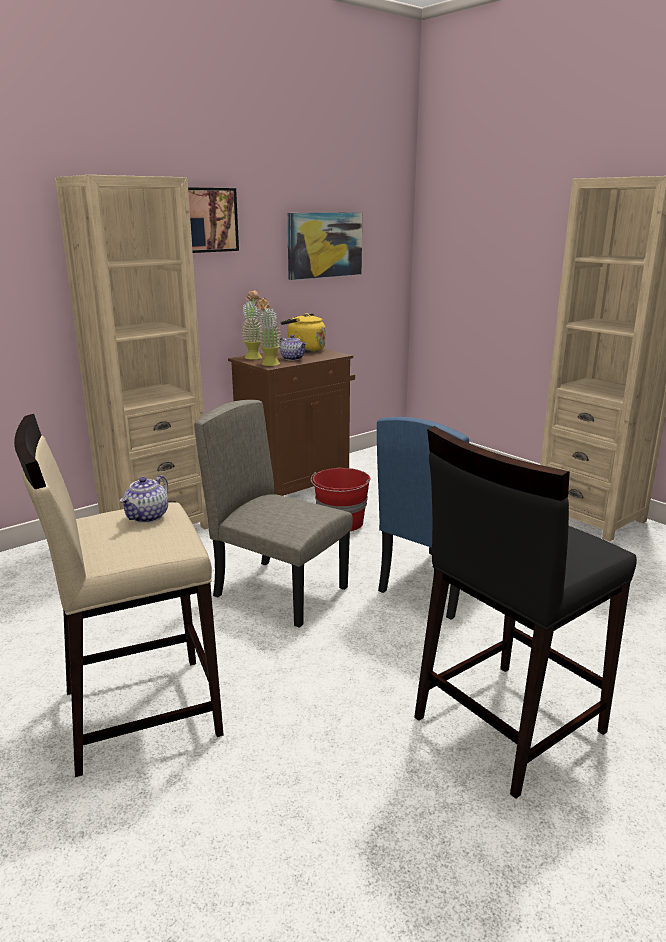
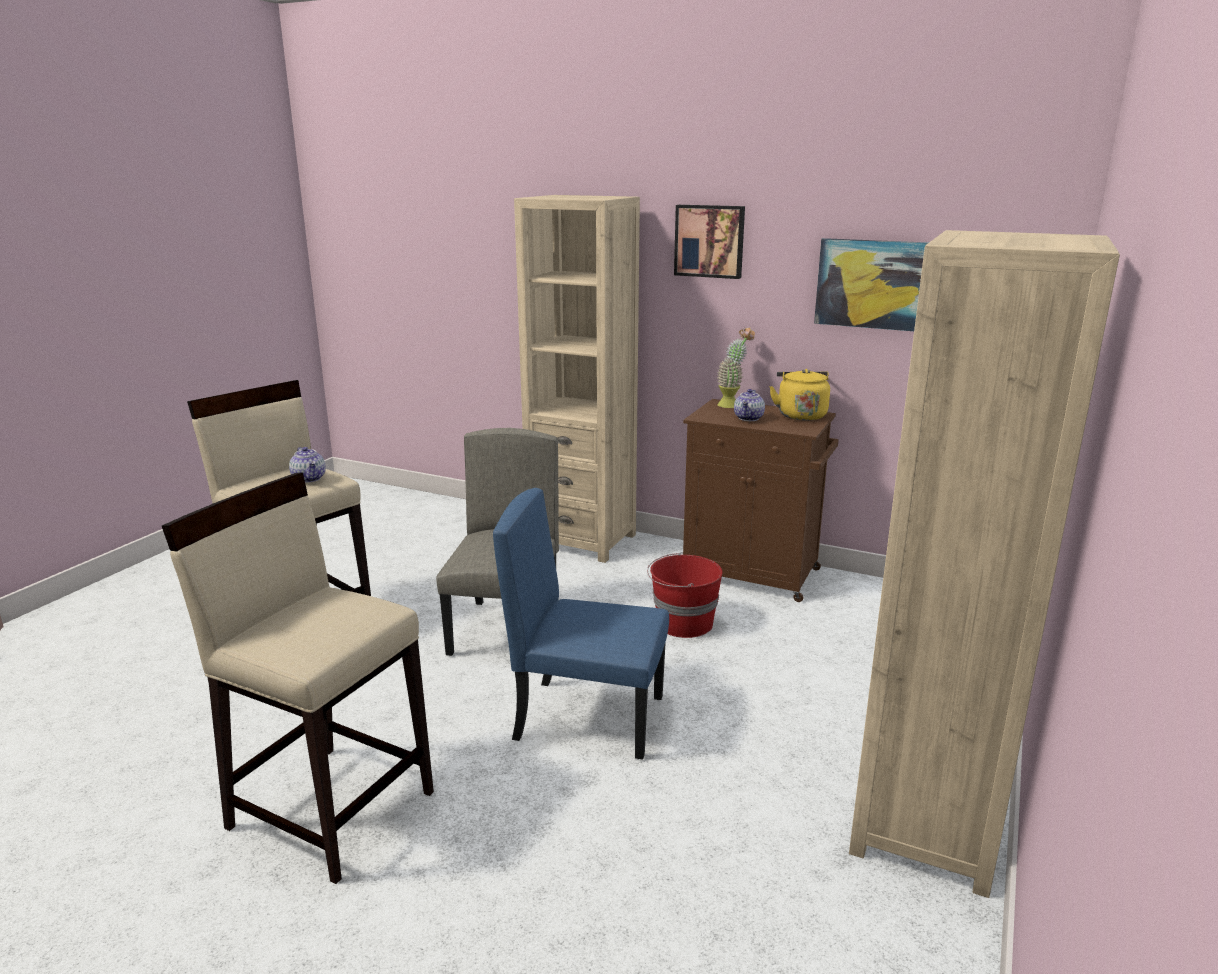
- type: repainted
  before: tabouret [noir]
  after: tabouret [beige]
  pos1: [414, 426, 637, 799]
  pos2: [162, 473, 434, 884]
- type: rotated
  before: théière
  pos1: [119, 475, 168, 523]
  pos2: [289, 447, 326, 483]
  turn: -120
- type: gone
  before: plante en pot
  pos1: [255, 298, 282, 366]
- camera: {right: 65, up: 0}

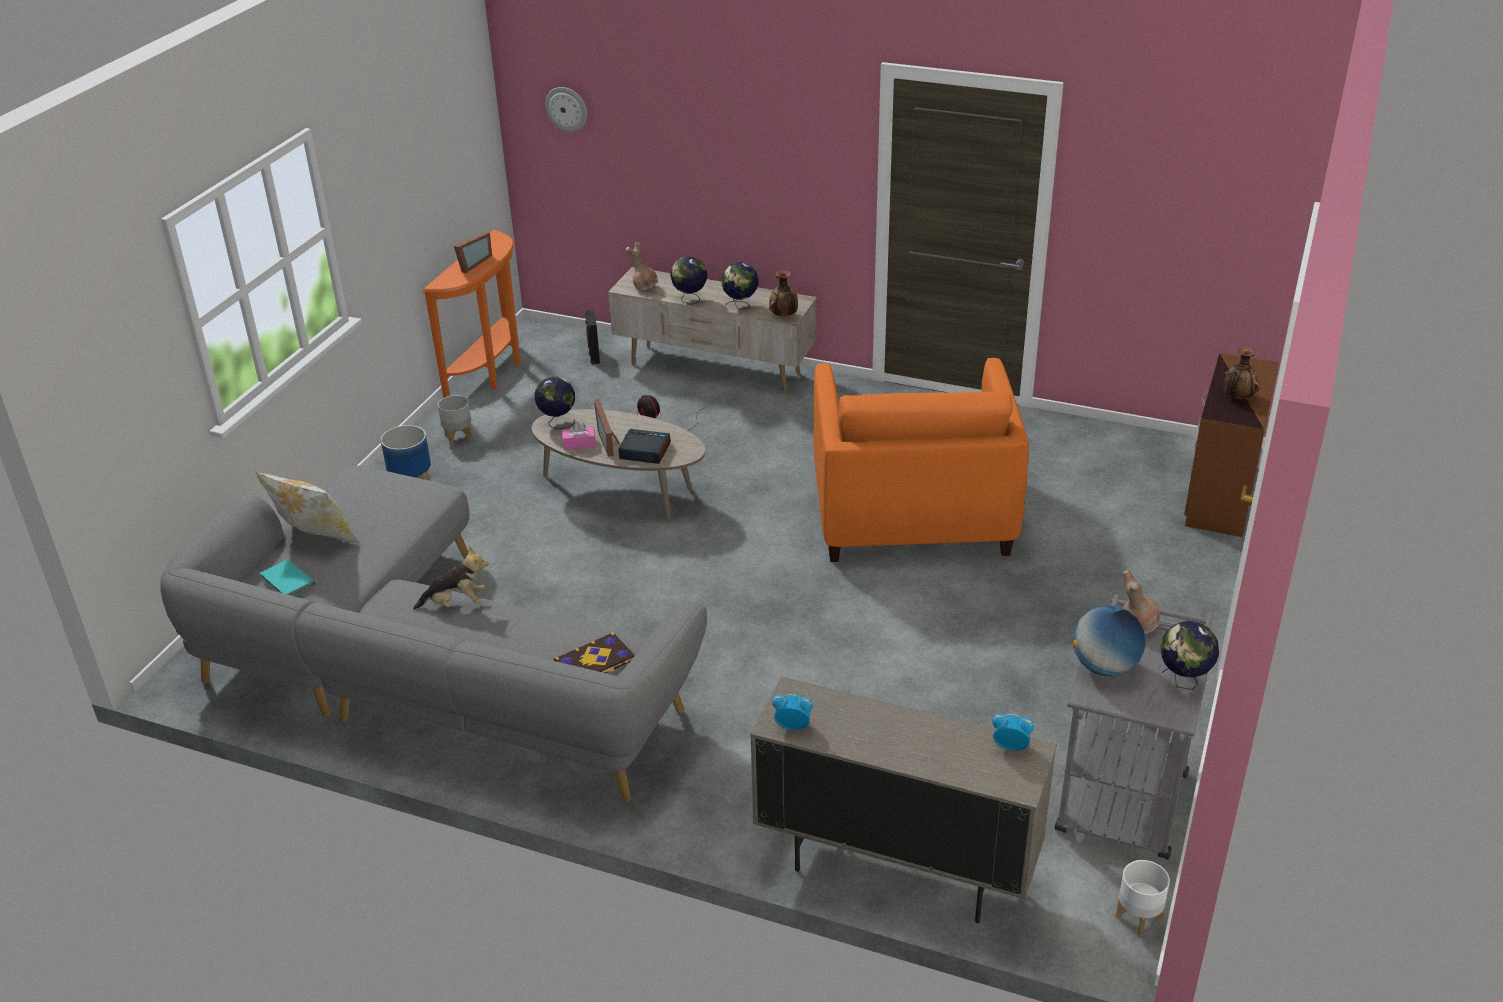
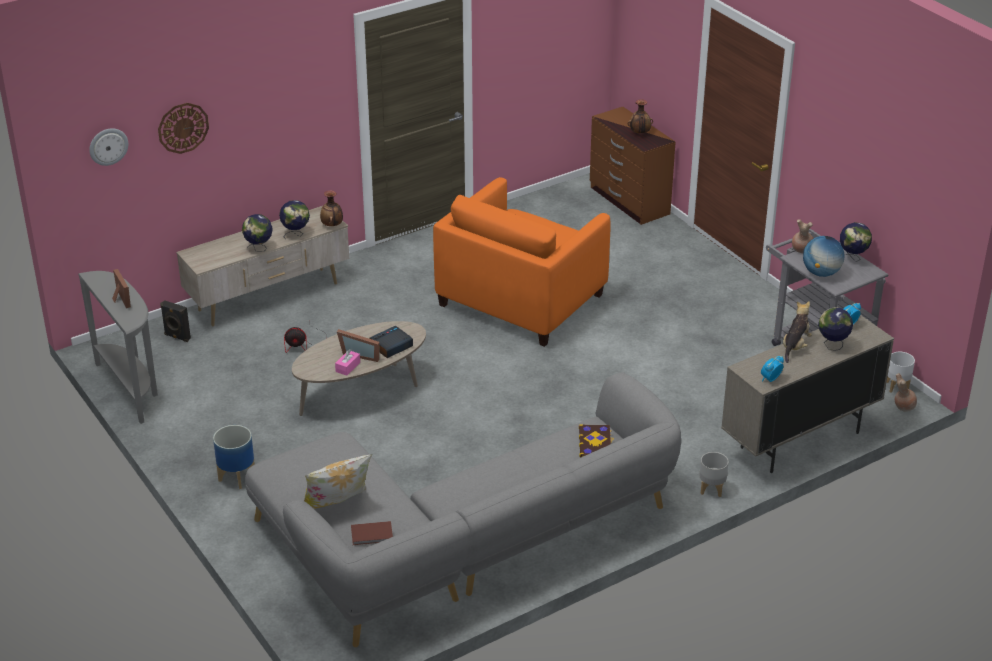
- type: repainted
  before: table console [orange]
  after: table console [gris]
  pos1: [423, 230, 521, 398]
  pos2: [78, 271, 158, 424]
- type: new
  after: horloge murale
  pos2: [158, 103, 209, 154]
- type: repainted
  before: livre [turquoise]
  after: livre [marron]
  pos1: [260, 559, 315, 596]
  pos2: [351, 521, 393, 545]
- type: rotated
  before: fauteuil [orange]
  pos1: [814, 358, 1029, 562]
  pos2: [433, 177, 610, 347]
  turn: 90
- type: shifted
  before: cache-pot [gris]
  pos1: [438, 395, 472, 446]
  pos2: [699, 452, 729, 497]
- type: shifted
  before: peluche
  pos1: [413, 547, 488, 610]
  pos2: [783, 301, 812, 363]
- type: shifted
  before: globe
  pos1: [535, 376, 575, 429]
  pos2: [818, 307, 853, 351]
- type: shifted
  before: vase [marron]
  pos1: [626, 242, 658, 291]
  pos2: [895, 373, 917, 412]
- camera: {right: -55, up: 0}

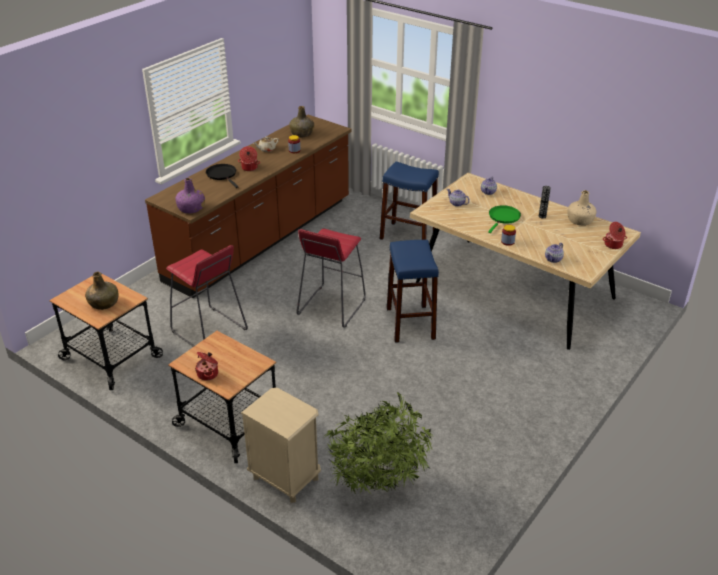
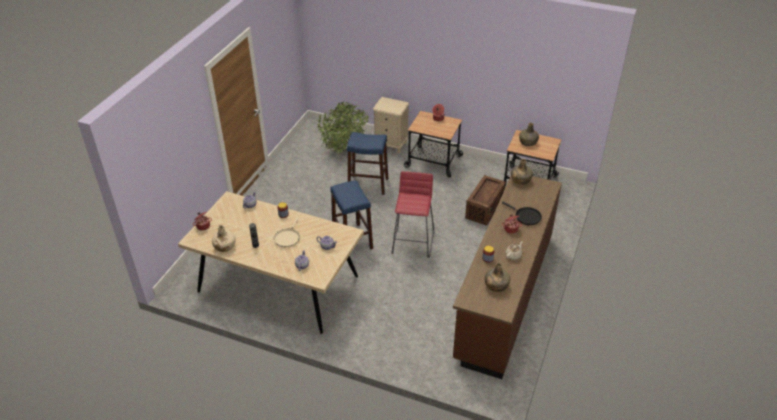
- type: repainted
  before: poêle [vert]
  after: poêle [beige]
  pos1: [488, 205, 521, 233]
  pos2: [274, 217, 300, 247]
- type: shifted
  before: tabouret [bleu]
  pos1: [380, 162, 439, 240]
  pos2: [347, 132, 388, 195]
- type: swapped
  before: tabouret [rouge]
  after: caisse
  pos1: [166, 245, 248, 347]
  pos2: [465, 175, 506, 226]
- type: repainted
  before: bouteille [violet]
  after: bouteille [vert]
  pos1: [175, 178, 205, 214]
  pos2: [511, 159, 533, 185]
- camera: {right: 165, up: 5}

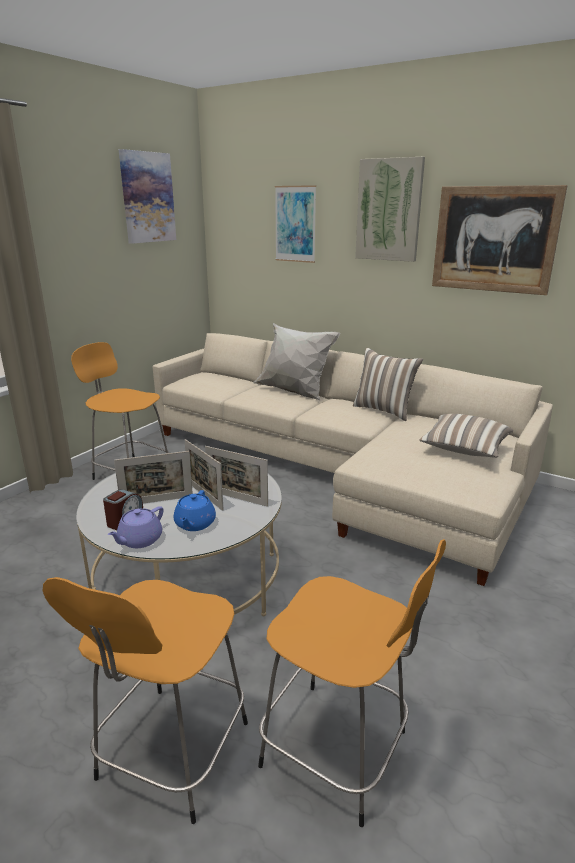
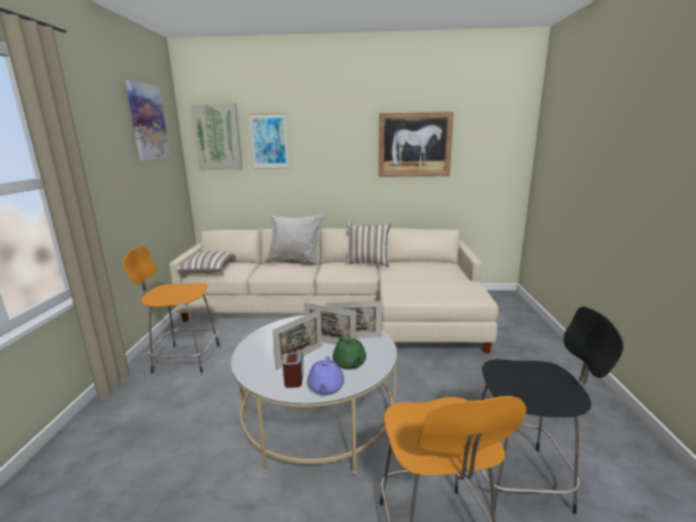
- type: shifted
  before: coussin
  pos1: [419, 414, 513, 458]
  pos2: [175, 251, 236, 273]
- type: shifted
  before: tableau
  pos1: [355, 157, 425, 262]
  pos2: [191, 103, 242, 170]
- type: repainted
  before: théière [bleu]
  after: théière [vert]
  pos1: [174, 490, 216, 531]
  pos2: [333, 337, 366, 369]
- type: repainted
  before: tabouret [orange]
  after: tabouret [noir]
  pos1: [258, 539, 446, 827]
  pos2: [481, 307, 623, 514]
- camera: {right: -30, up: -5}

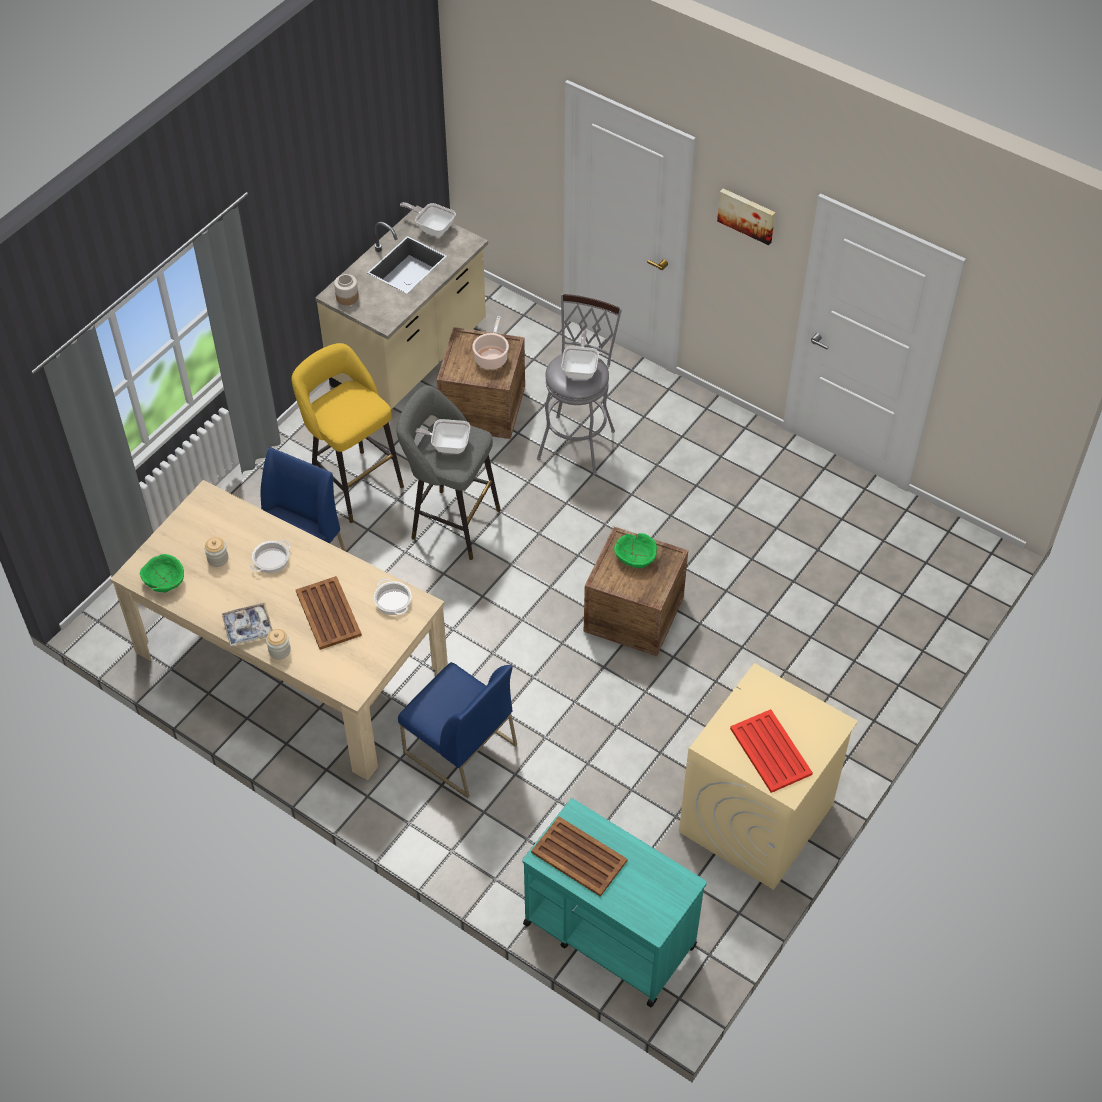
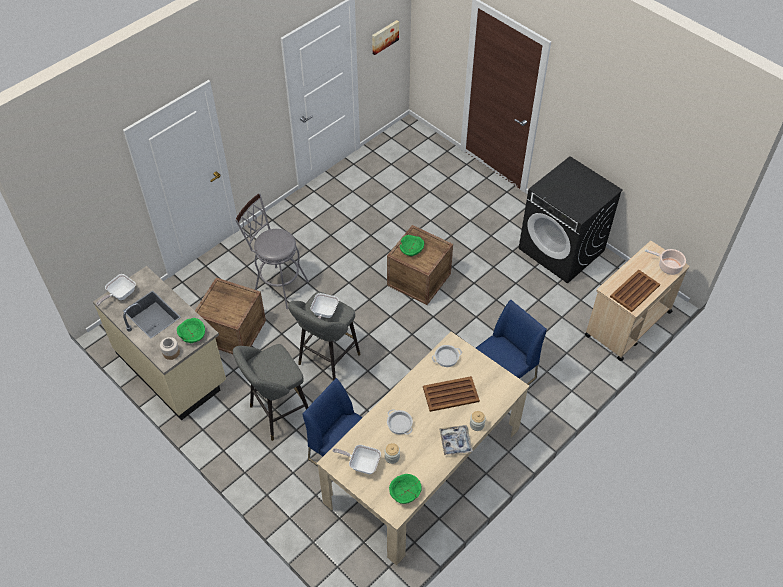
- type: new
  after: bol [vert]
  pos2: [177, 318, 205, 343]
- type: repainted
  before: tabouret [jaune]
  after: tabouret [gris]
  pos1: [292, 343, 404, 523]
  pos2: [233, 344, 308, 441]
- type: shifted
  before: poêle
  pos1: [561, 329, 599, 379]
  pos2: [333, 445, 381, 474]
- type: shifted
  before: tableau
  pos1: [717, 188, 775, 245]
  pos2: [372, 20, 399, 55]
- type: repainted
  before: lave-linge [beige]
  after: lave-linge [noir]
  pos1: [679, 663, 858, 890]
  pos2: [519, 156, 623, 284]
- type: repainted
  before: chariot [turquoise]
  after: chariot [beige]
  pos1: [522, 798, 707, 1007]
  pos2: [585, 241, 689, 361]
- type: shifted
  before: marmite
  pos1: [472, 316, 509, 370]
  pos2: [645, 249, 686, 275]
- type: gone
  before: plateau [rouge]
  pos1: [730, 709, 813, 793]
- camera: {right: -80, up: 0}

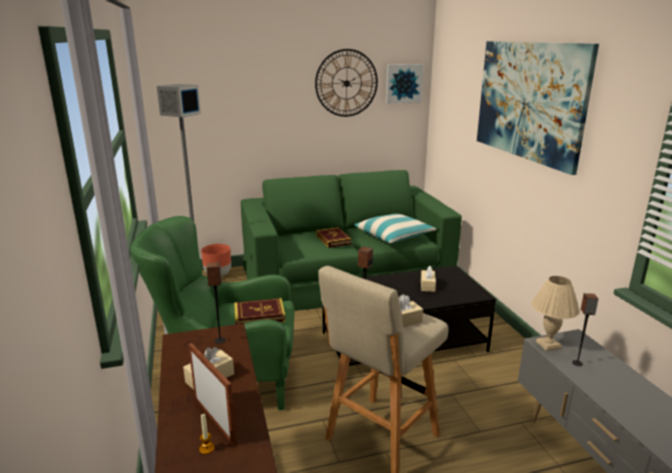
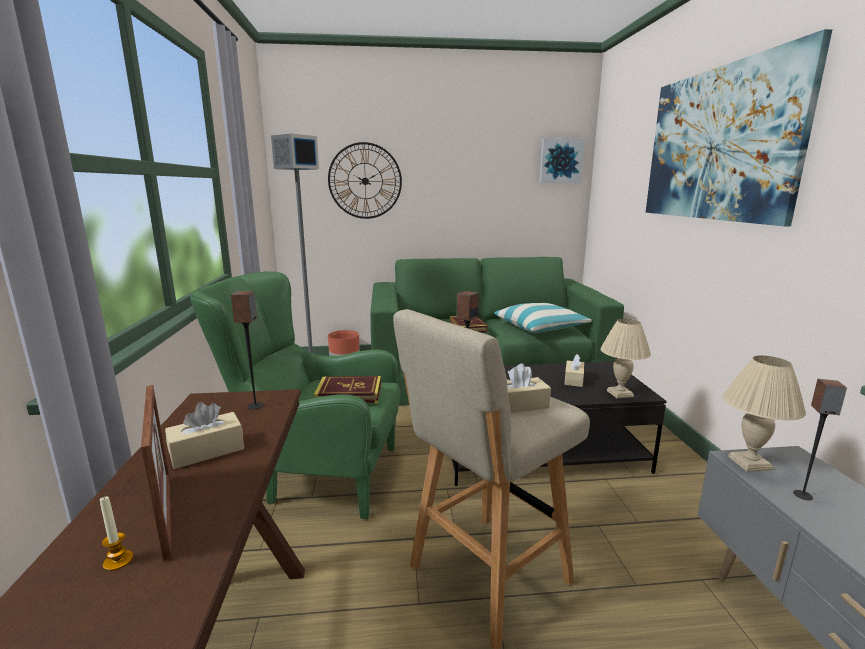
- type: shifted
  before: horloge murale
  pos1: [315, 49, 378, 117]
  pos2: [328, 142, 402, 219]
- type: new
  after: lampe de table [beige]
  pos2: [600, 319, 651, 398]
- camera: {right: 10, up: -5}

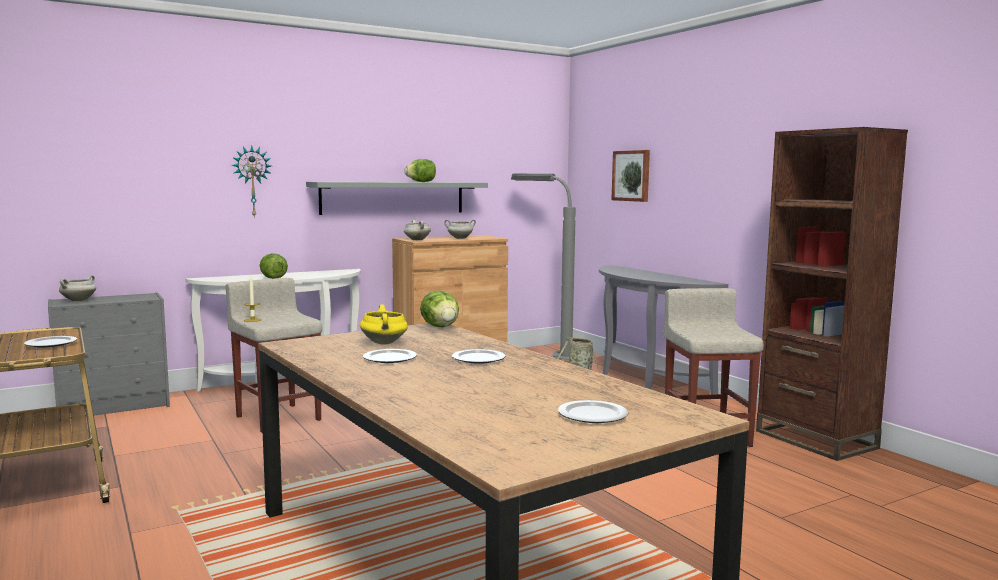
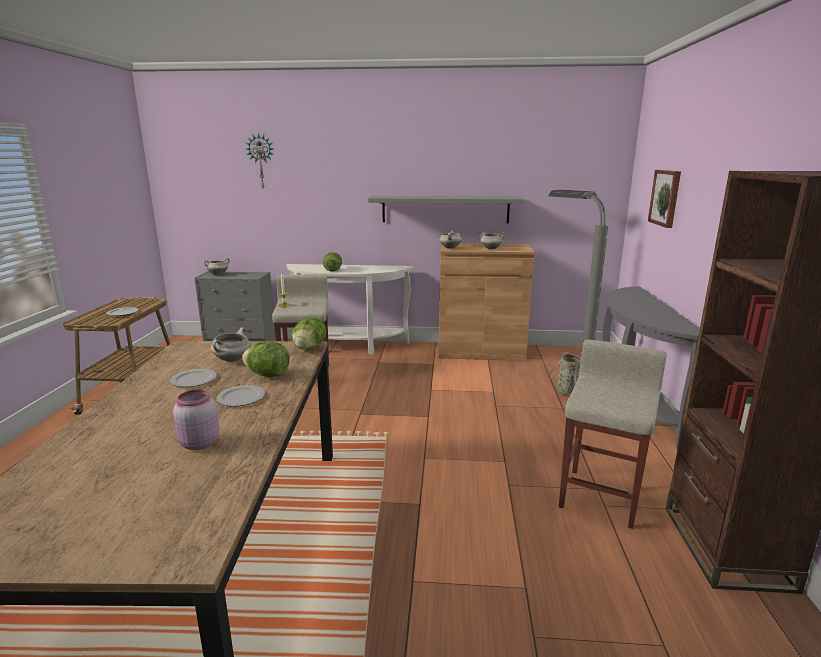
- type: new
  after: bocal [rose]
  pos2: [173, 389, 220, 450]
- type: repainted
  before: marmite [jaune]
  after: marmite [blanc]
  pos1: [360, 305, 408, 345]
  pos2: [211, 327, 251, 362]
- type: shifted
  before: laitue
  pos1: [405, 159, 436, 182]
  pos2: [242, 341, 290, 377]
- type: shifted
  before: horloge murale
  pos1: [232, 146, 272, 218]
  pos2: [246, 133, 274, 188]
- type: gone
  before: assiette
  pos1: [558, 400, 628, 423]
- camera: {right: 35, up: 10}

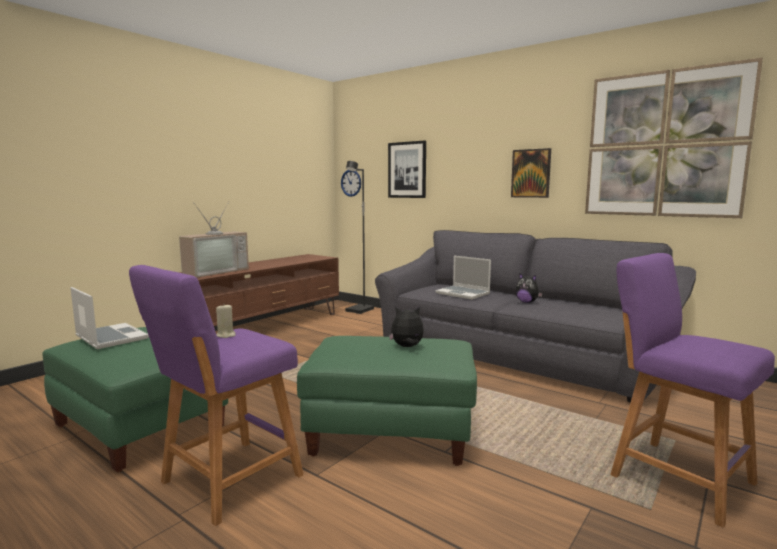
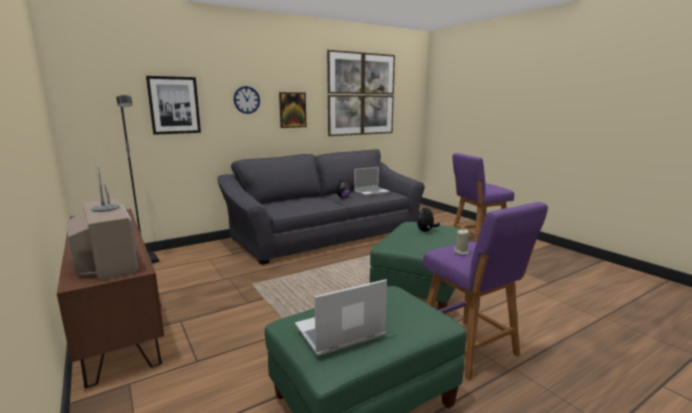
- type: shifted
  before: horloge murale
  pos1: [341, 170, 361, 197]
  pos2: [234, 86, 260, 114]
- type: shifted
  before: ordinateur portable
  pos1: [435, 256, 491, 299]
  pos2: [354, 167, 390, 196]
- camera: {right: -70, up: 5}

